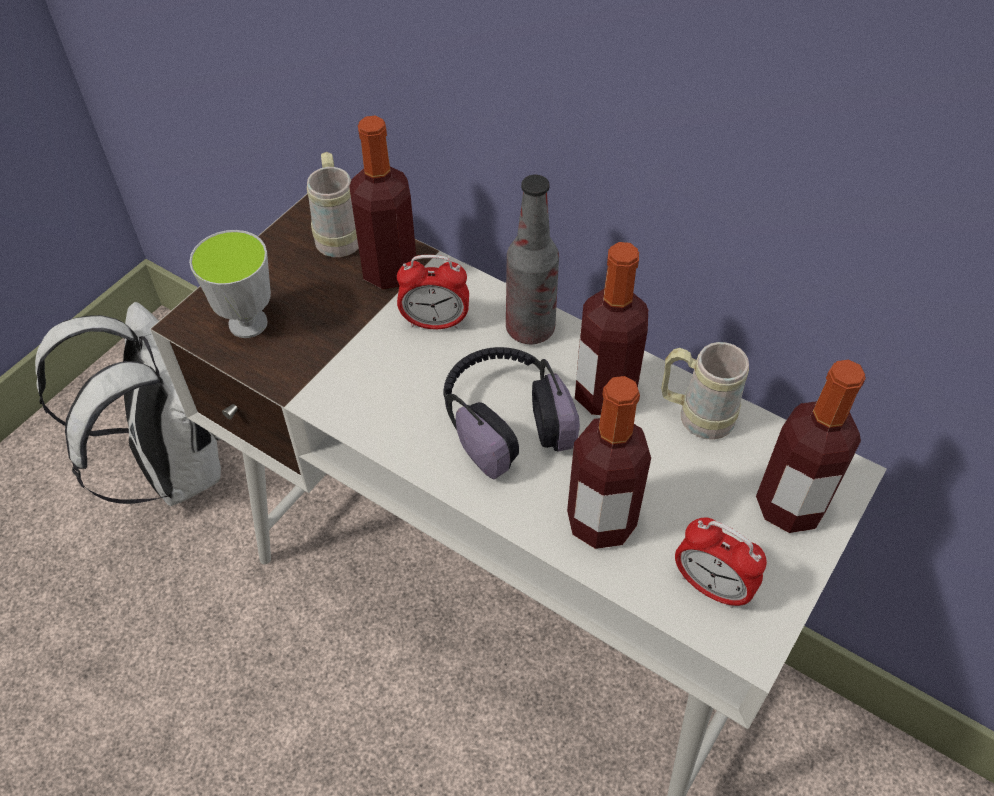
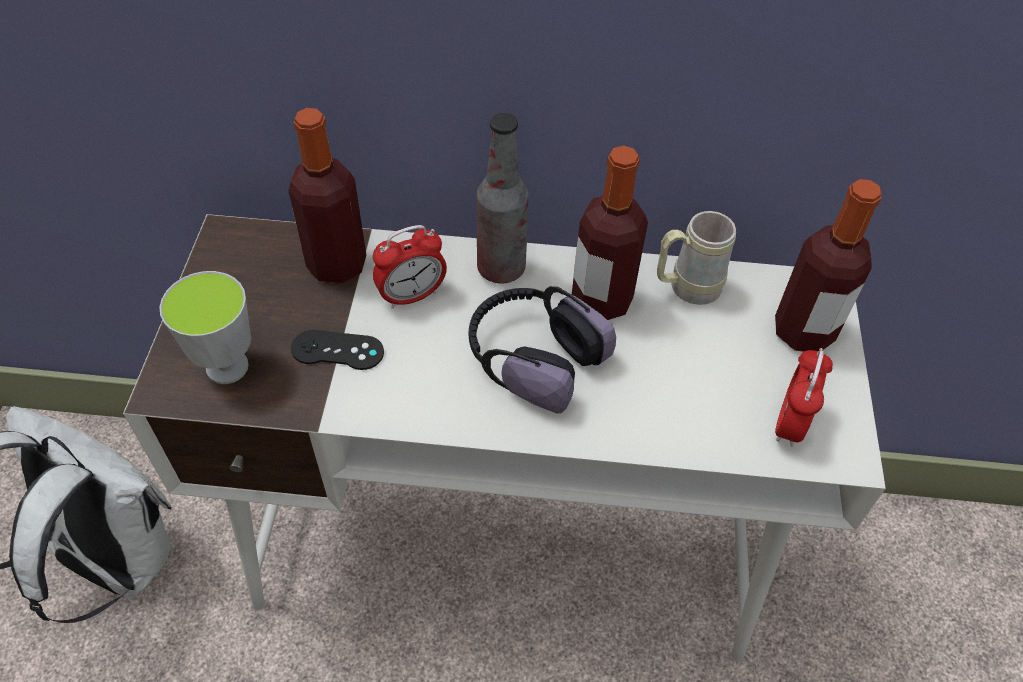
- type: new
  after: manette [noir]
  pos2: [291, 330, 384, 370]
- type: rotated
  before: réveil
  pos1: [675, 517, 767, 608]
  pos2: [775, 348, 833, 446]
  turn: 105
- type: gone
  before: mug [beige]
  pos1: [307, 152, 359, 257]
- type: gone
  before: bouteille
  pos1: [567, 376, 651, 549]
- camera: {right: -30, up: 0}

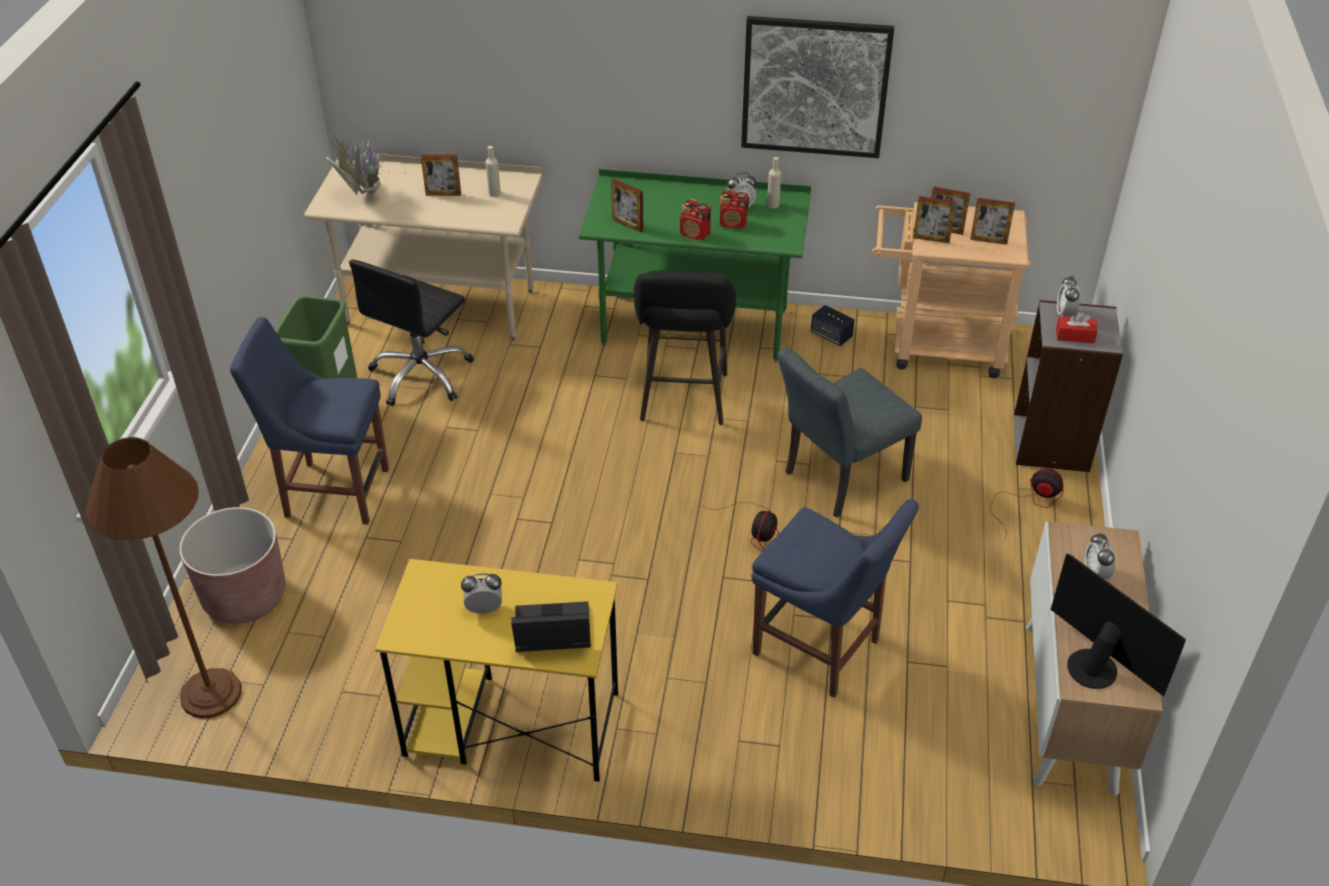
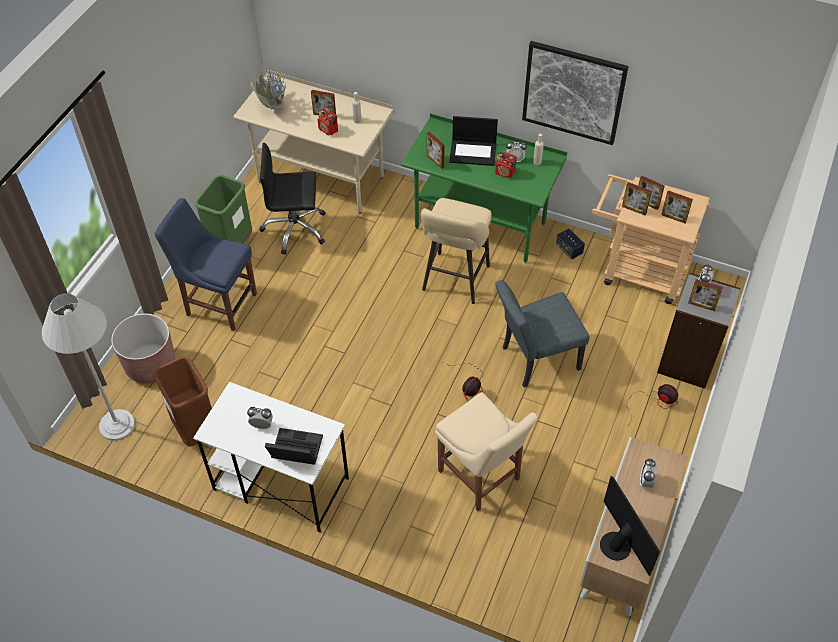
- type: repainted
  before: lampadaire [marron]
  after: lampadaire [blanc]
  pos1: [86, 437, 242, 719]
  pos2: [42, 293, 135, 441]
- type: new
  after: poubelle [marron]
  pos2: [153, 356, 212, 447]
- type: repainted
  before: bureau [jaune]
  after: bureau [blanc]
  pos1: [375, 559, 618, 782]
  pos2: [193, 382, 349, 533]
- type: rotated
  before: chaise de bureau [noir]
  pos1: [349, 260, 474, 406]
  pos2: [260, 143, 326, 255]
  turn: 45
- type: shifted
  before: radio
  pos1: [680, 198, 711, 241]
  pos2: [317, 108, 338, 136]
- type: repainted
  before: tabouret [noir]
  after: tabouret [beige]
  pos1: [633, 271, 736, 425]
  pos2: [421, 198, 492, 304]
- type: repainted
  before: chaise [bleu]
  after: chaise [beige]
  pos1: [752, 499, 919, 698]
  pos2: [435, 393, 538, 511]
- type: new
  after: ordinateur portable
  pos2: [449, 116, 498, 166]
- type: swapped
  before: boîte à mouchoirs [rouge]
  after: cadre photo
  pos1: [1056, 312, 1098, 343]
  pos2: [688, 279, 723, 311]
- camera: {right: 15, up: 10}

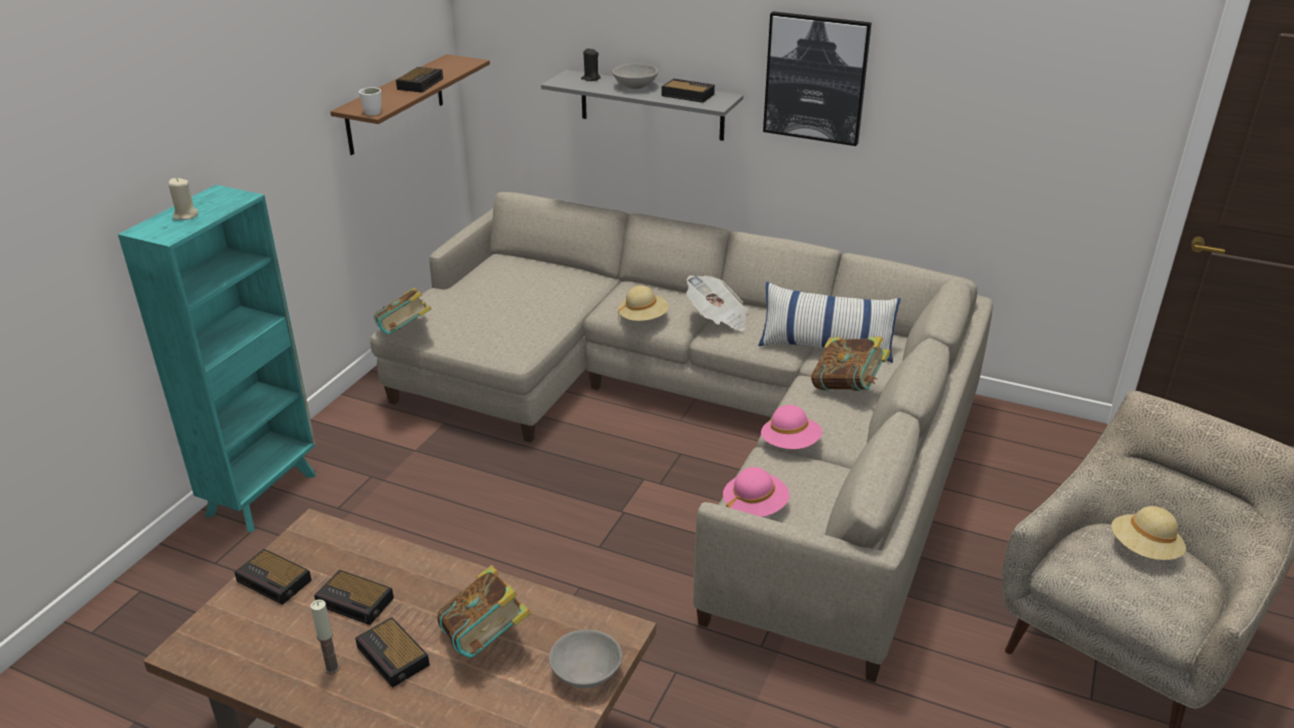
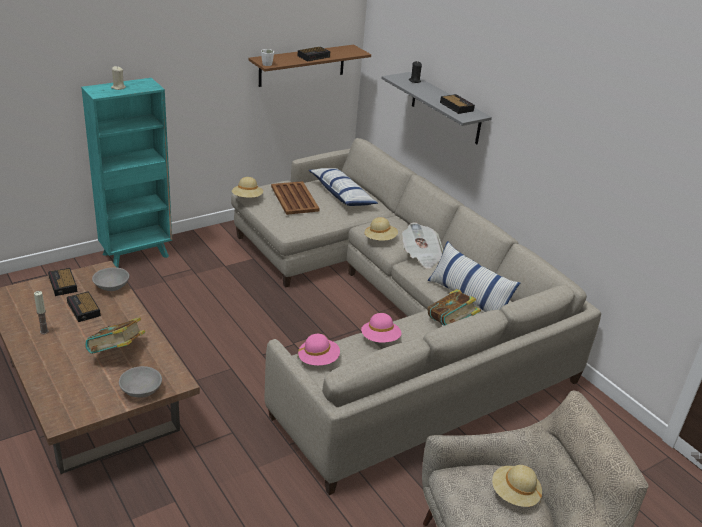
- type: shifted
  before: bol [gris]
  pos1: [612, 63, 658, 89]
  pos2: [92, 267, 129, 291]
- type: swapped
  before: livre
  after: chapeau [beige]
  pos1: [374, 287, 432, 334]
  pos2: [232, 177, 263, 198]
- type: new
  after: plateau [marron]
  pos2: [271, 181, 320, 215]
- type: new
  after: coussin
  pos2: [309, 168, 378, 206]
- type: gone
  before: réveil
  pos1: [355, 617, 430, 688]
- type: gone
  before: tableau
  pos1: [763, 11, 872, 146]
- camera: {right: 30, up: 0}

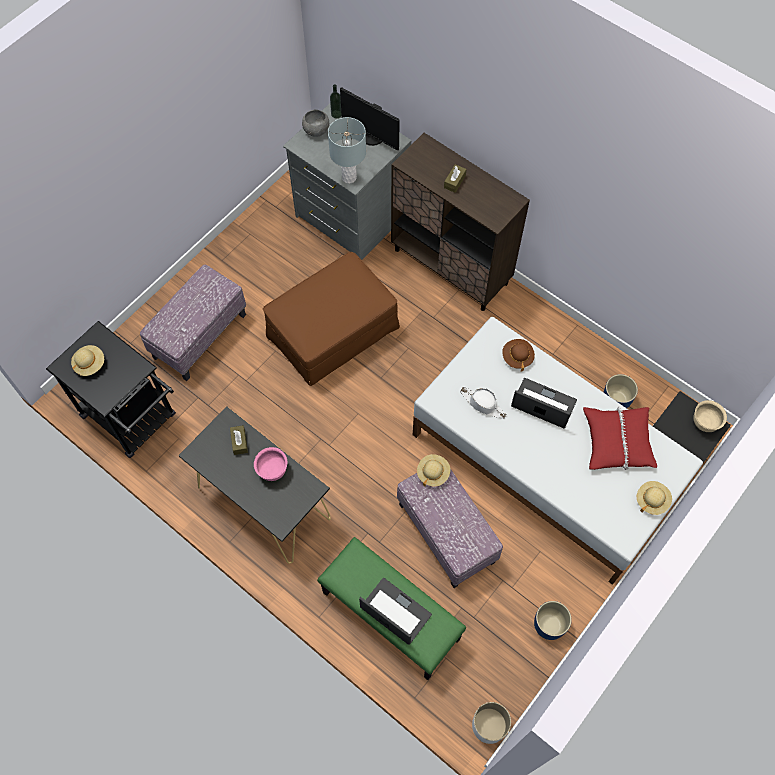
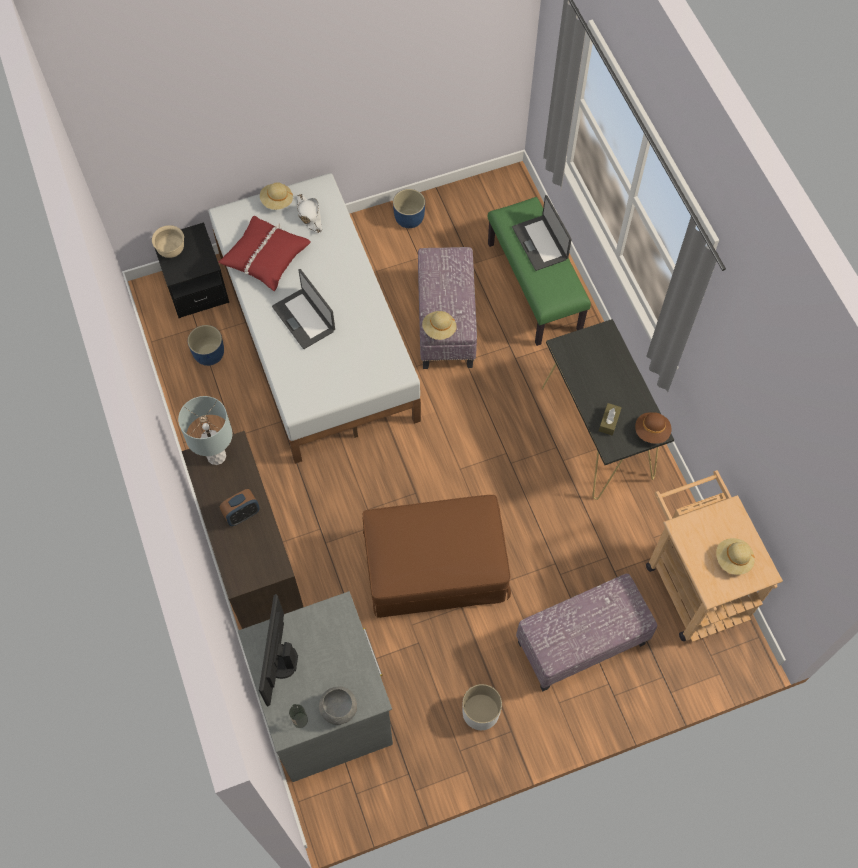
- type: shifted
  before: lampe de table [gris]
  pos1: [328, 117, 366, 184]
  pos2: [178, 396, 233, 465]
- type: swapped
  before: boîte à mouchoirs [marron]
  after: réveil
  pos1: [444, 164, 467, 193]
  pos2: [220, 489, 260, 526]
- type: rotated
  before: écran d'ordinateur
  pos1: [340, 87, 400, 151]
  pos2: [259, 594, 298, 707]
  turn: -150
- type: shifted
  before: chapeau [blanc]
  pos1: [460, 387, 507, 419]
  pos2: [297, 194, 322, 233]
- type: shifted
  before: cache-pot [blanc]
  pos1: [472, 702, 511, 744]
  pos2: [462, 684, 502, 730]
- type: shifted
  before: chapeau [marron]
  pos1: [502, 339, 535, 371]
  pos2: [635, 412, 672, 444]
- type: repainted
  before: chariot [noir]
  after: chariot [beige]
  pos1: [46, 321, 176, 458]
  pos2: [646, 470, 783, 642]
- type: gone
  before: bol [rose]
  pos1: [254, 447, 287, 481]
- camera: {right: -150, up: 0}

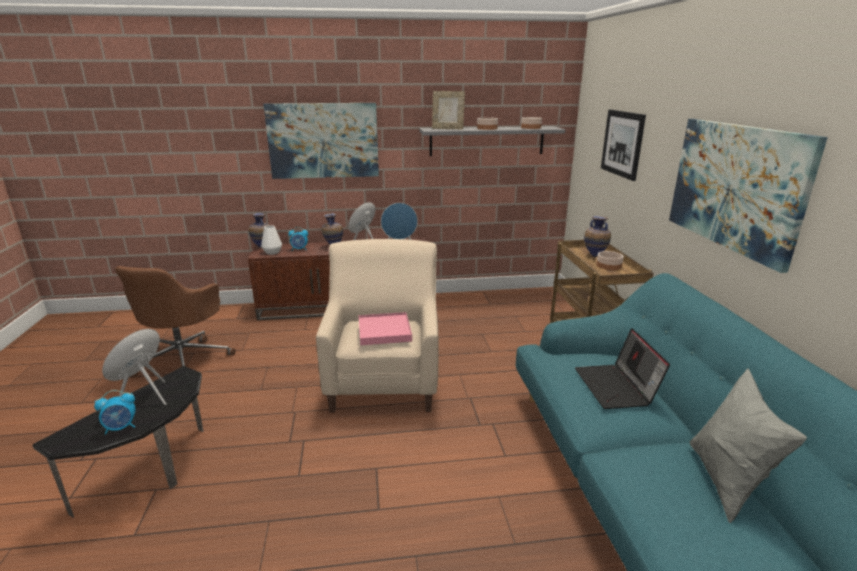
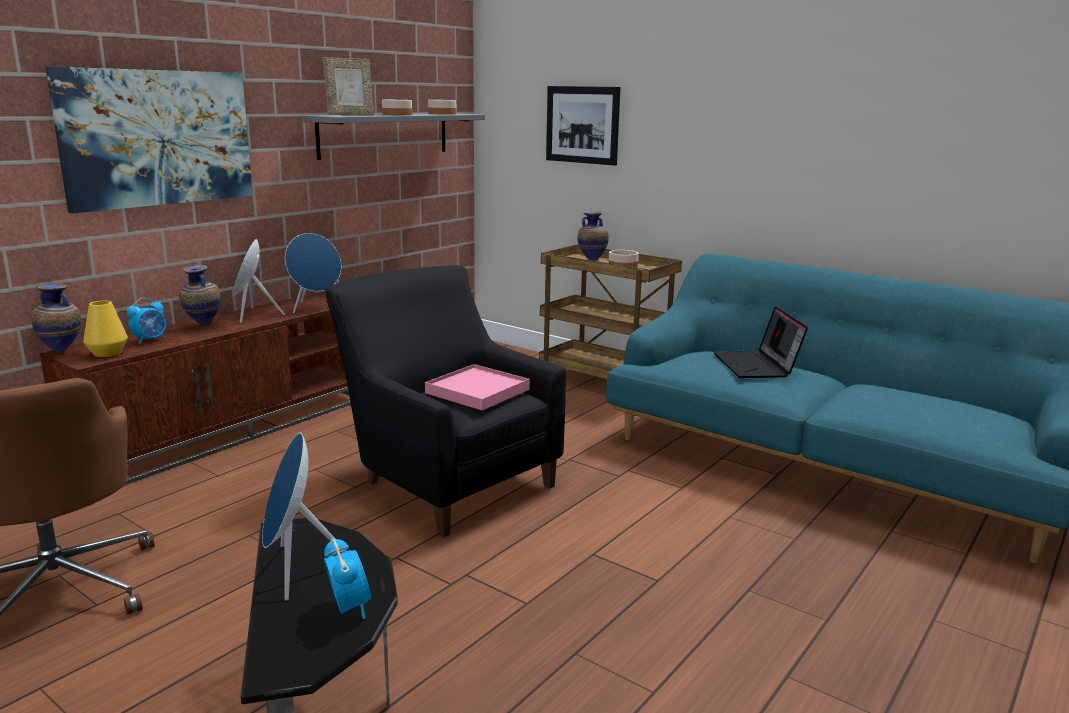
- type: repainted
  before: vase [blanc]
  after: vase [jaune]
  pos1: [261, 225, 282, 255]
  pos2: [83, 301, 128, 357]
- type: repainted
  before: fauteuil [beige]
  after: fauteuil [noir]
  pos1: [316, 239, 439, 413]
  pos2: [324, 265, 566, 537]
- type: rotated
  before: réveil
  pos1: [94, 390, 136, 435]
  pos2: [324, 538, 371, 619]
  turn: -45
- type: rotated
  before: ordinateur portable
  pos1: [575, 328, 670, 409]
  pos2: [714, 306, 808, 378]
  turn: 45
- type: gone
  before: tableau
  pos1: [669, 119, 828, 273]
- type: gone
  before: coussin [gris]
  pos1: [690, 368, 807, 523]
- camera: {right: -45, up: -5}

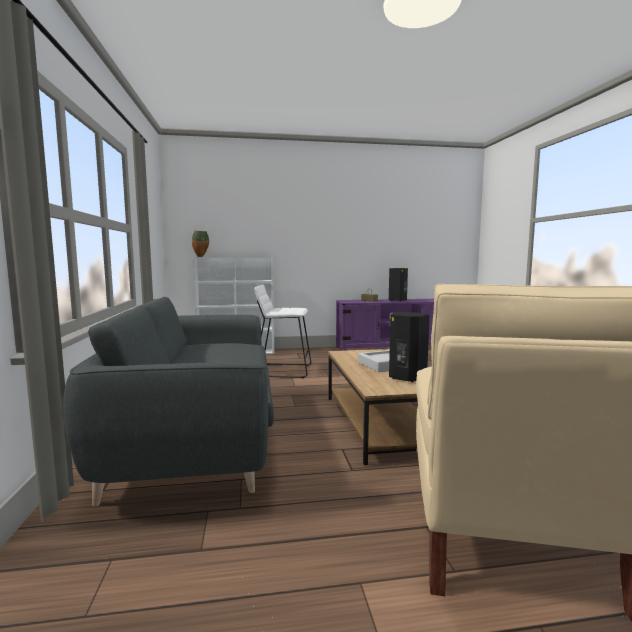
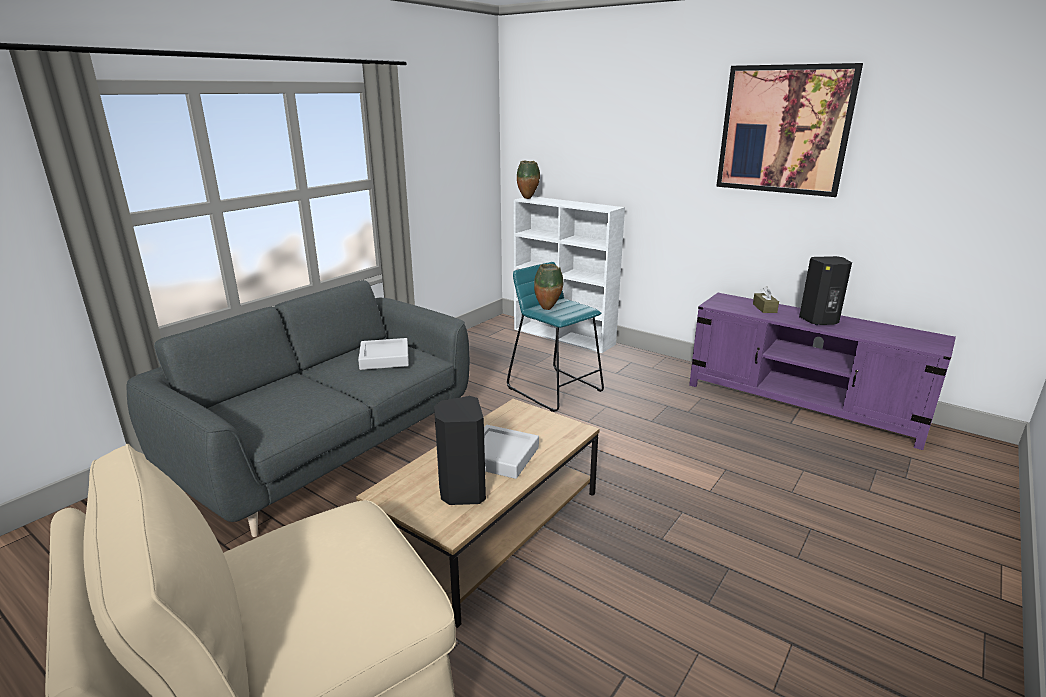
- type: new
  after: plateau [gris]
  pos2: [358, 338, 409, 370]
- type: repainted
  before: tabouret [blanc]
  after: tabouret [turquoise]
  pos1: [254, 285, 311, 378]
  pos2: [507, 262, 604, 412]
- type: new
  after: vase
  pos2: [534, 264, 563, 310]
- type: new
  after: tableau
  pos2: [716, 63, 863, 197]
- camera: {right: 45, up: 15}

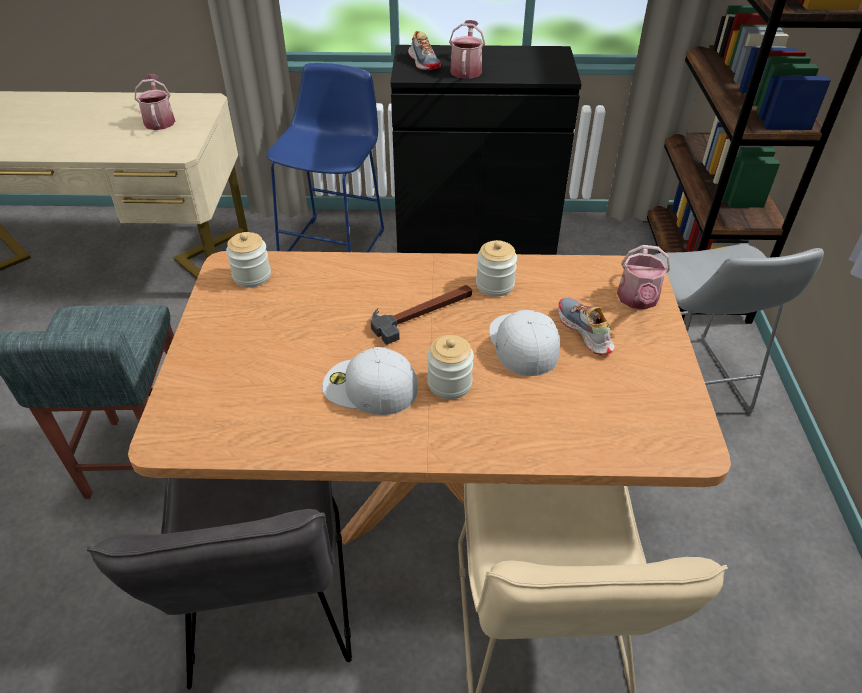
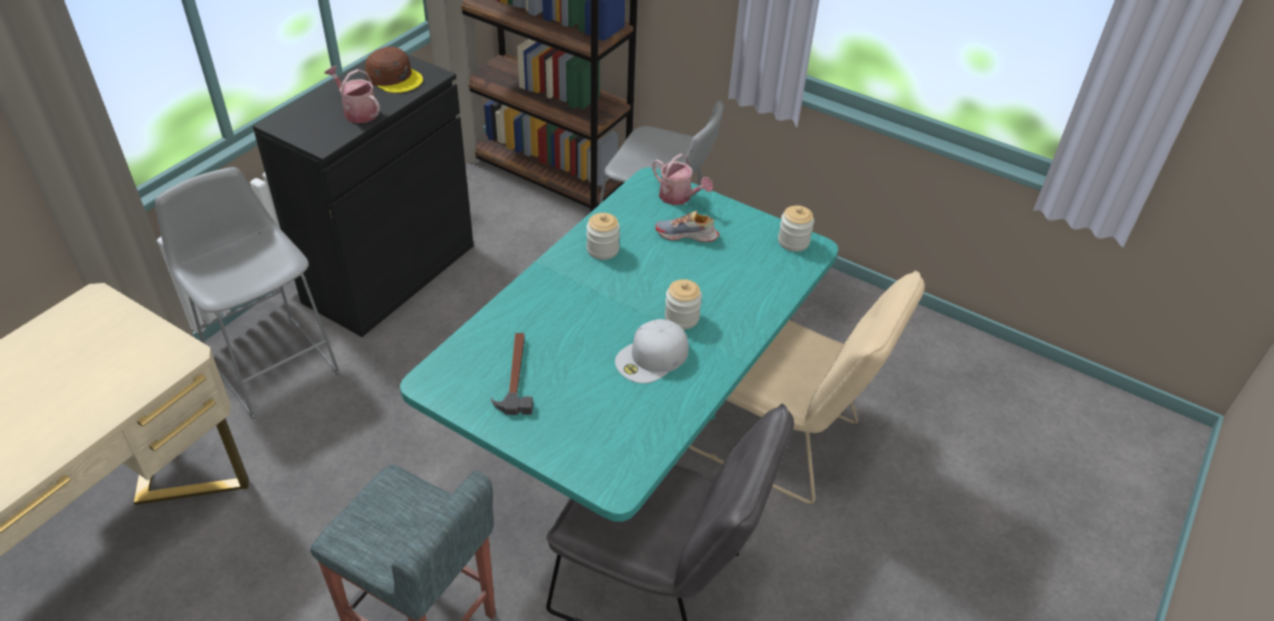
- type: repainted
  before: tabouret [bleu]
  after: tabouret [gris]
  pos1: [267, 63, 384, 252]
  pos2: [155, 167, 341, 420]
- type: new
  after: casquette [marron]
  pos2: [365, 47, 423, 93]
- type: repainted
  before: table à manger [marron]
  after: table à manger [turquoise]
  pos1: [128, 251, 731, 545]
  pos2: [400, 167, 838, 522]
- type: shifted
  before: marteau
  pos1: [371, 285, 472, 345]
  pos2: [491, 333, 533, 415]
- type: shifted
  before: bocal
  pos1: [226, 232, 271, 287]
  pos2: [778, 206, 814, 252]
- type: gone
  before: arrosoir
  pos1: [135, 74, 175, 130]
- type: gone
  before: chaussure
  pos1: [408, 31, 441, 70]
- type: gone
  before: casquette [blanc]
  pos1: [489, 310, 560, 376]
- camera: {right: -60, up: 0}

